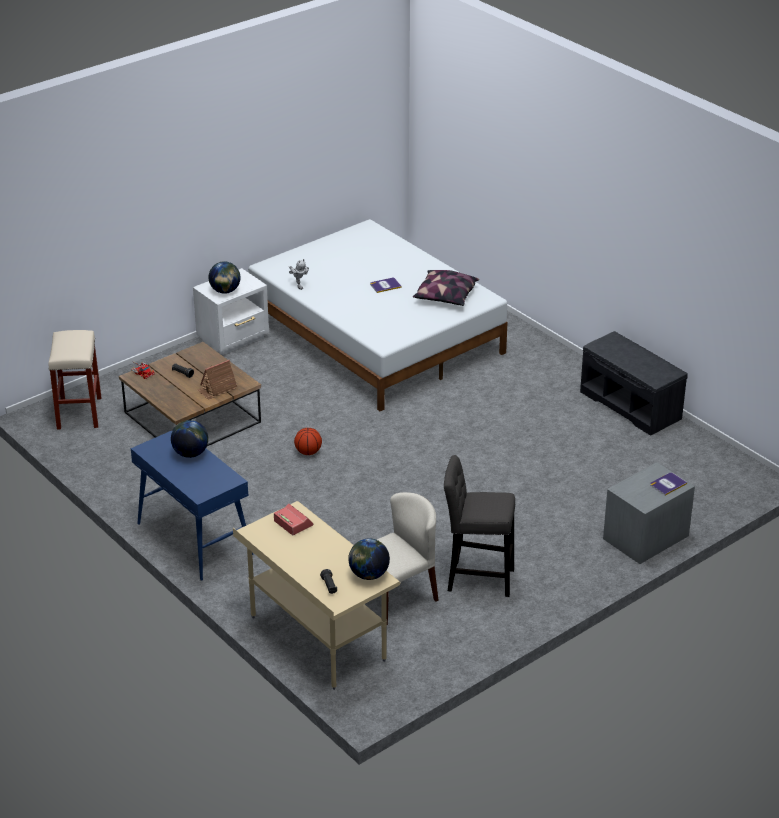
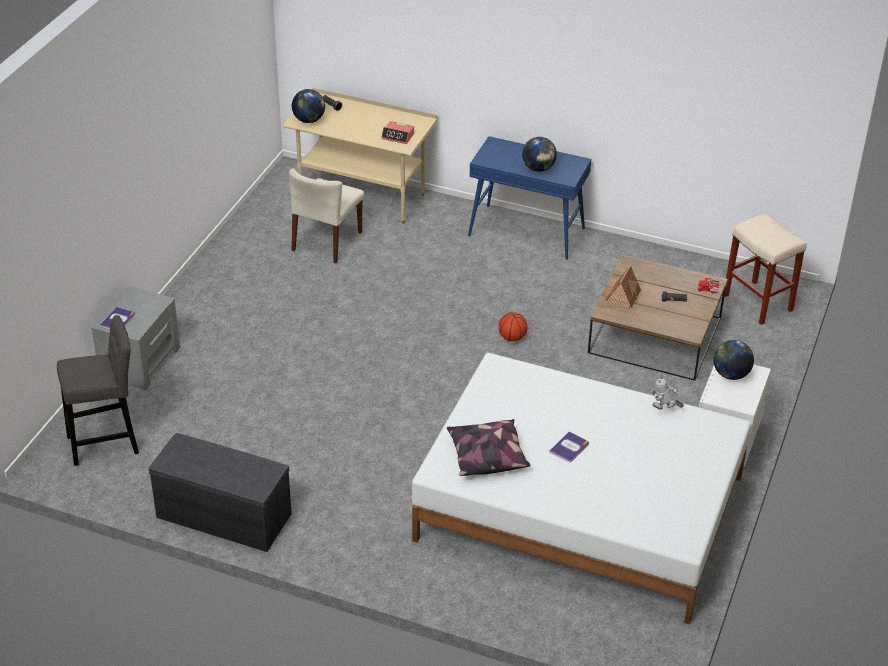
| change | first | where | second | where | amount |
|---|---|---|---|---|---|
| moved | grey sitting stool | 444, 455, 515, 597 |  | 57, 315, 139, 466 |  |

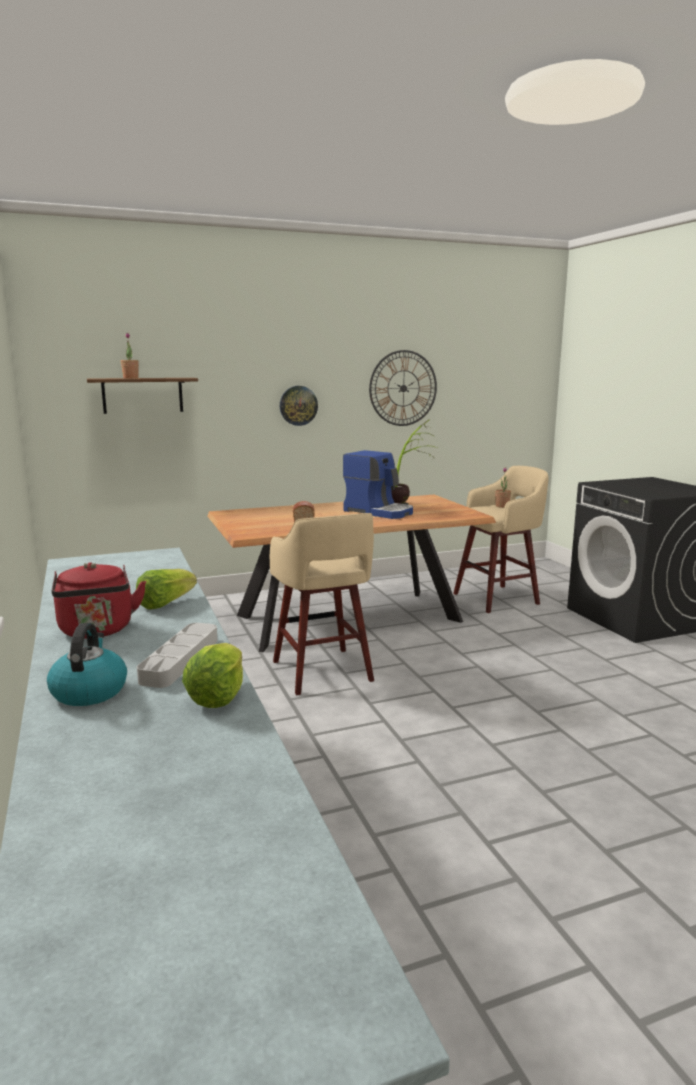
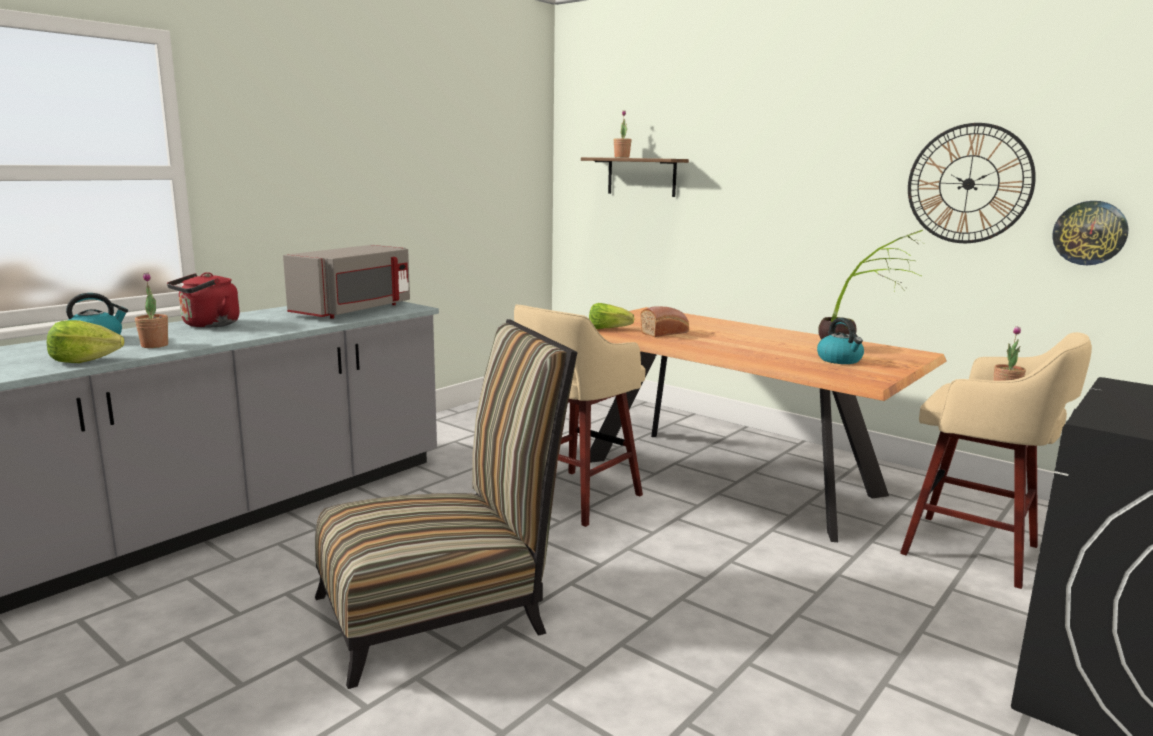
| change | first | where | second | where | amount |
|---|---|---|---|---|---|
| moved | wall clock | 280, 386, 318, 426 |  | 1052, 201, 1129, 265 |  |
| removed | coffee maker | 343, 450, 413, 519 |  |  |  |
| moved | head of lettuce | 136, 569, 197, 609 |  | 589, 303, 634, 329 |  |
| replaced | grey tray | 137, 623, 218, 688 | potted plant | 135, 272, 168, 348 |  |
| added |  |  | grey kitchen microwave | 283, 245, 410, 319 |  |
| added |  |  | tea kettle | 817, 318, 864, 364 |  |
| added |  |  | chair | 315, 319, 577, 689 |  |

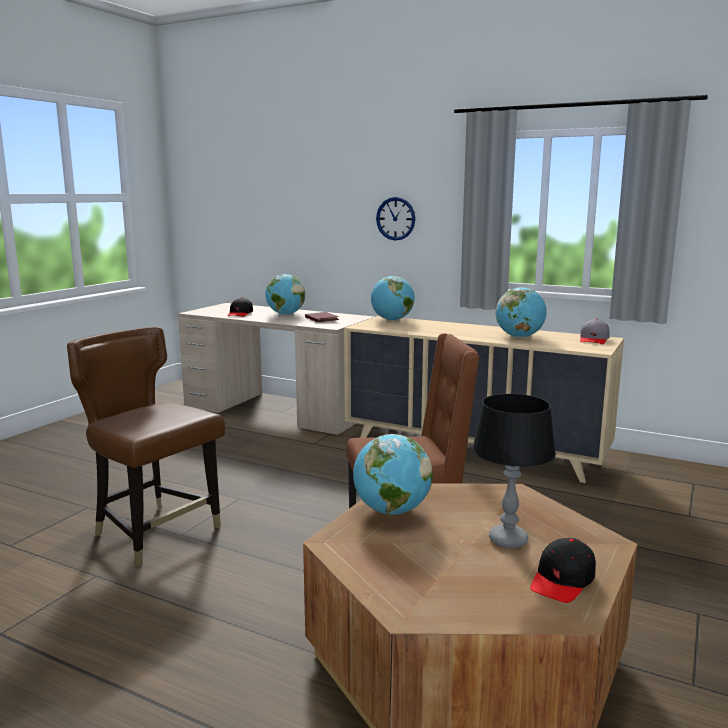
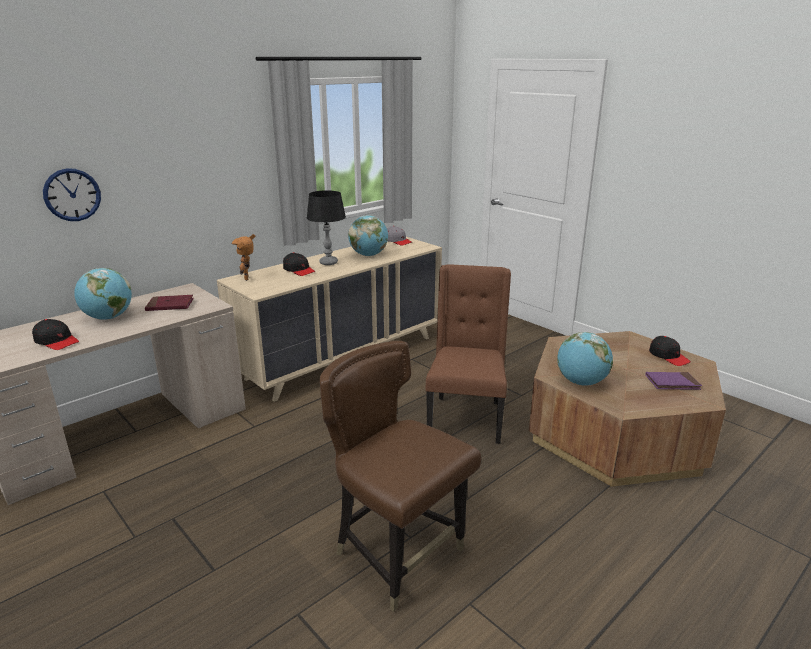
| change | first | where | second | where | amount |
|---|---|---|---|---|---|
| moved | wall clock | 376, 197, 415, 240 |  | 43, 168, 101, 221 |  |
| replaced | globe | 371, 276, 414, 321 | model robot | 231, 234, 256, 281 |  |
| turned | brownish chair | 67, 327, 225, 567 |  | 320, 341, 481, 612 | 75 degrees clockwise |
| moved | blackish lamp for a table | 472, 394, 556, 549 |  | 307, 190, 346, 265 |  |
| added |  |  | blackish baseball cap | 283, 252, 315, 276 |  |
| added |  |  | purple bound book | 645, 372, 702, 390 |  |

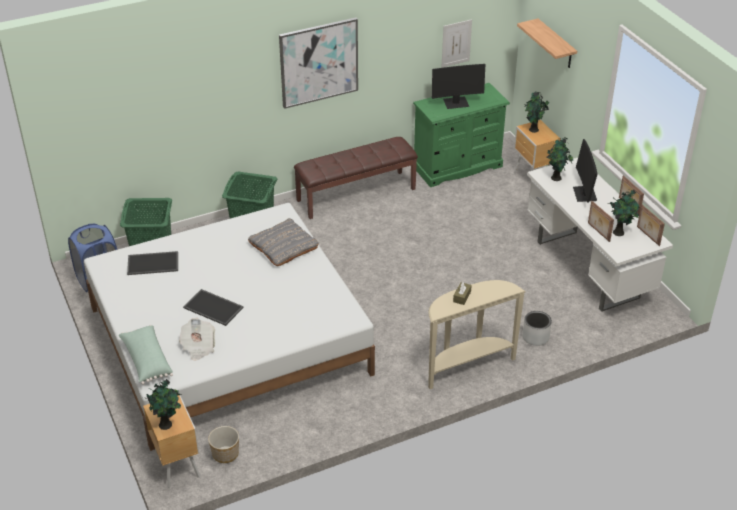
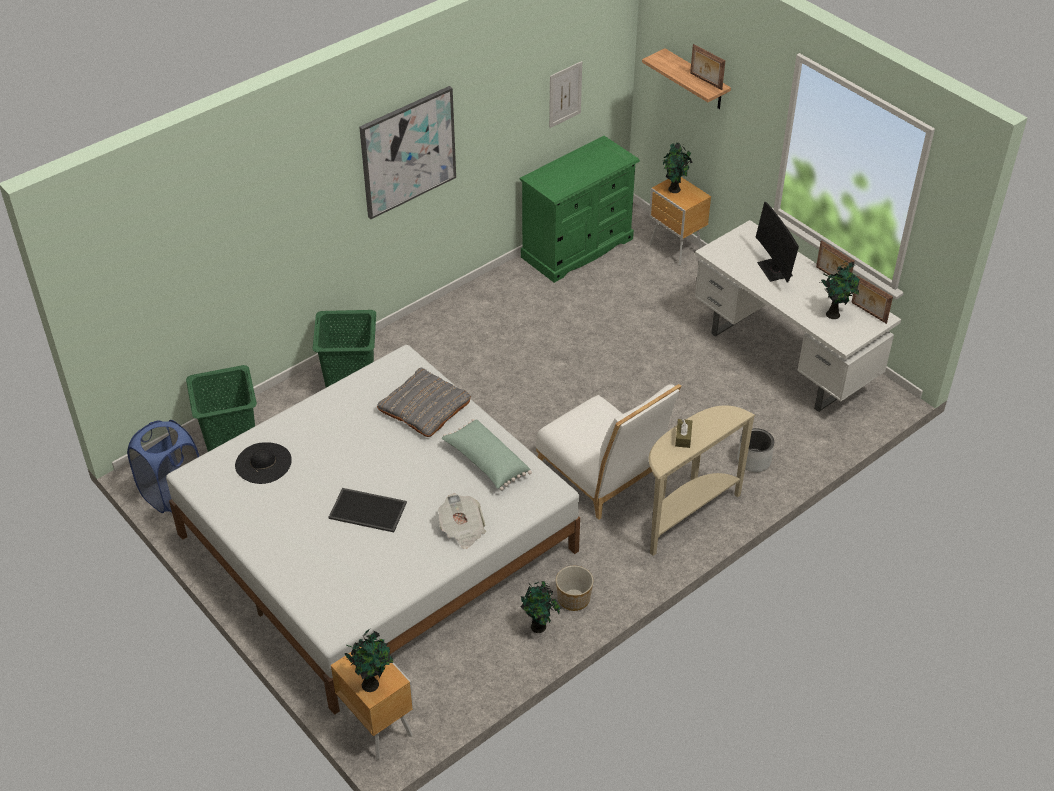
| change | first | where | second | where | amount |
|---|---|---|---|---|---|
| removed | computer display | 432, 64, 485, 109 |  |  |  |
| removed | brownish bench | 294, 137, 418, 219 |  |  |  |
| moved | potted plant | 547, 137, 573, 181 |  | 520, 581, 561, 633 |  |
| moved | picture frame | 588, 201, 614, 242 |  | 690, 44, 726, 90 |  |
| replaced | tray | 127, 251, 178, 275 | blackish wearable hat | 235, 442, 292, 484 |  |
| moved | newspaper | 179, 318, 215, 361 |  | 438, 493, 486, 549 |  |
| moved | greenish pillow | 119, 325, 173, 385 |  | 442, 419, 532, 491 |  |
| moved | plant pot | 208, 426, 239, 463 |  | 556, 566, 593, 611 |  |
| added |  |  | whitish chair | 535, 384, 681, 520 |  |

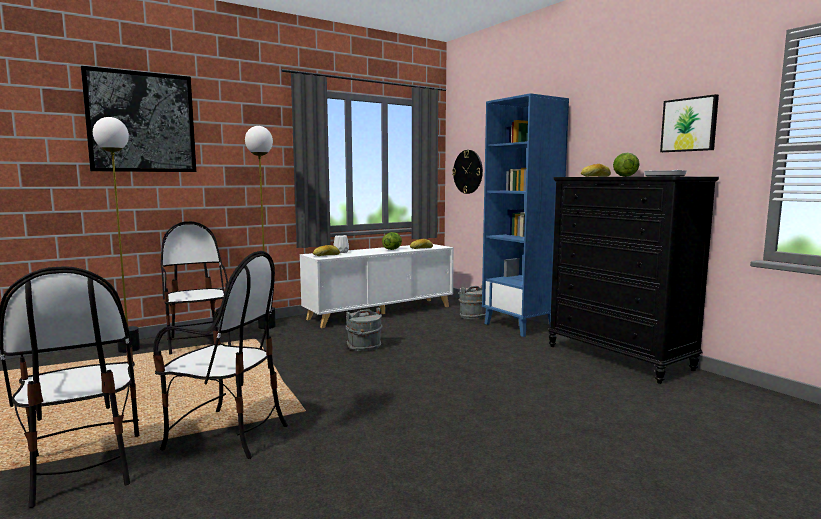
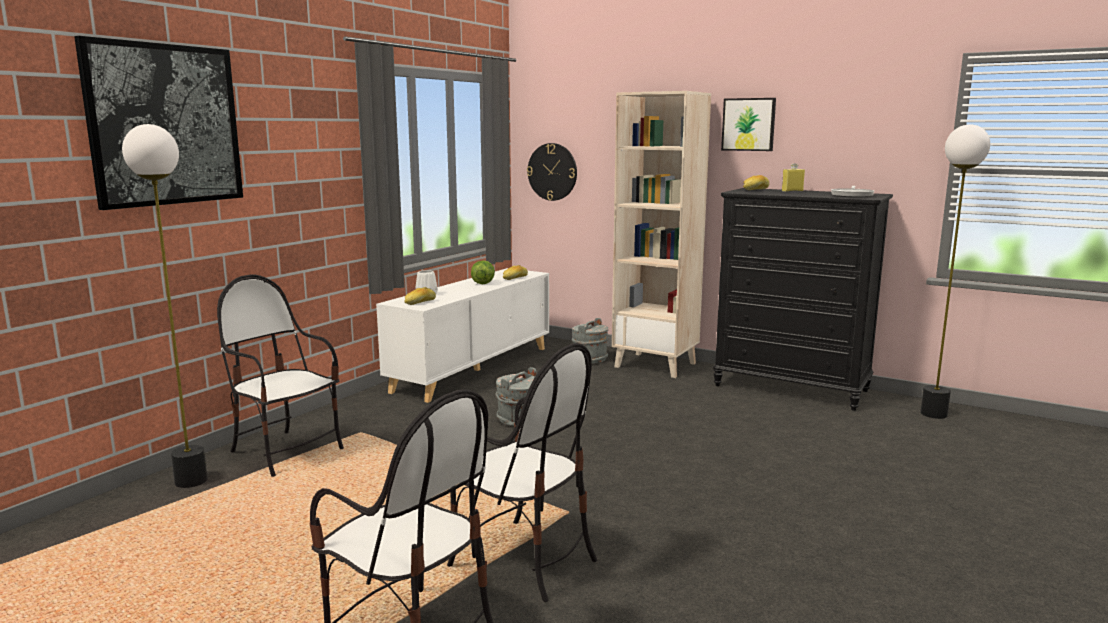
| change | first | where | second | where | amount |
|---|---|---|---|---|---|
| recoloured | blue bookshelf | 482, 93, 569, 337 | sand-coloured bookshelf | 612, 91, 711, 378 |  |
| moved | wall art | 660, 94, 719, 152 |  | 721, 98, 776, 151 |  |
| moved | standard lamp | 245, 126, 276, 329 |  | 920, 124, 990, 419 |  |
| replaced | head of lettuce | 613, 153, 640, 177 | yellowish drink bottle | 782, 163, 805, 192 |  |
| turned | chair | 153, 251, 288, 459 |  | 447, 343, 598, 602 | 45 degrees clockwise |

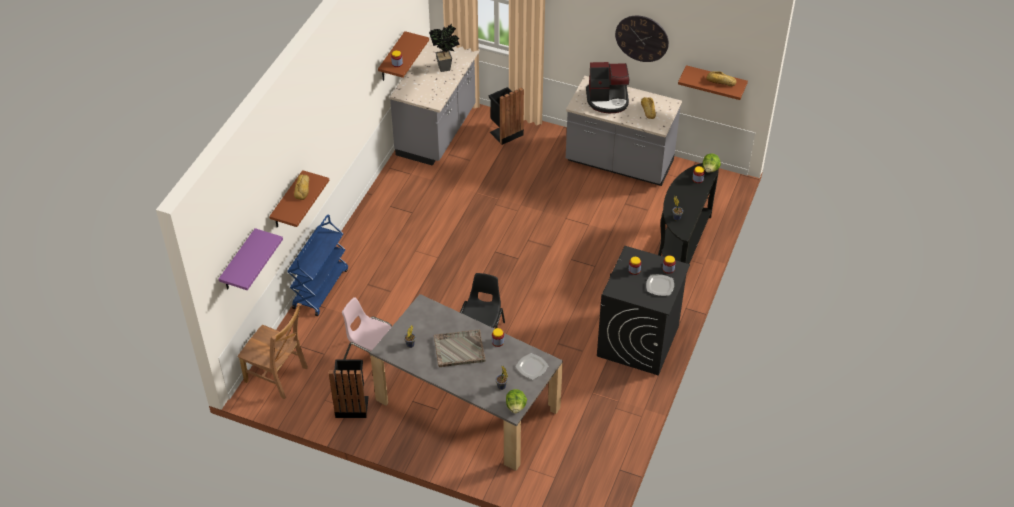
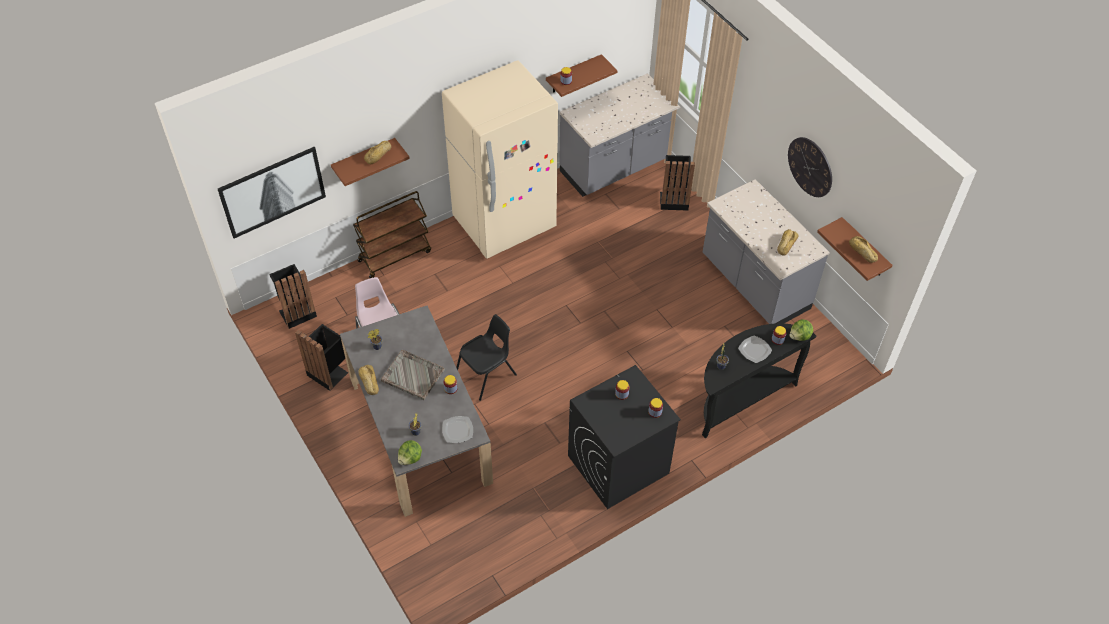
| change | first | where | second | where | amount |
|---|---|---|---|---|---|
| removed | potted plant | 429, 24, 460, 72 |  |  |  |
| removed | coffee maker | 586, 62, 629, 113 |  |  |  |
| recoloured | blue trolley | 287, 215, 348, 317 | brownish trolley | 353, 191, 431, 278 |  |
| replaced | purple shelf | 218, 228, 283, 290 | wall art | 218, 147, 326, 239 |  |
| moved | dinner plate | 646, 274, 674, 296 |  | 738, 335, 772, 363 |  |
| replaced | brownish chair | 237, 303, 308, 399 | blackish trash can | 269, 264, 317, 329 |  |
| added |  |  | sand-coloured kitchen fridge | 442, 60, 558, 259 |  |
| added |  |  | bread | 358, 365, 379, 395 |  |

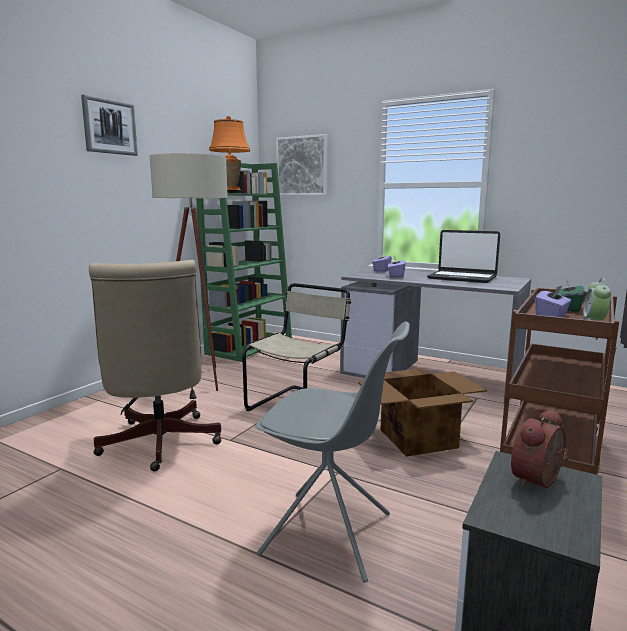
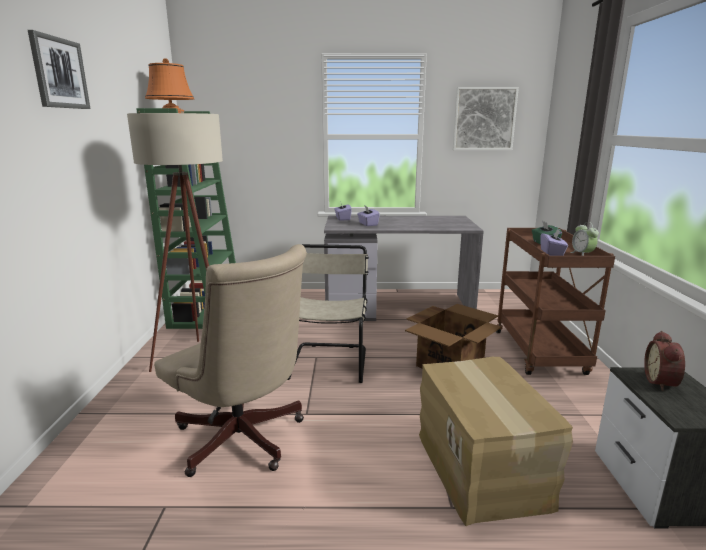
| change | first | where | second | where | amount |
|---|---|---|---|---|---|
| moved | wall art | 276, 134, 327, 196 |  | 453, 87, 519, 150 |  |
| removed | portable computer | 427, 230, 500, 283 |  |  |  |
| replaced | grey chair | 255, 322, 410, 583 | packing box | 419, 357, 573, 526 |  |

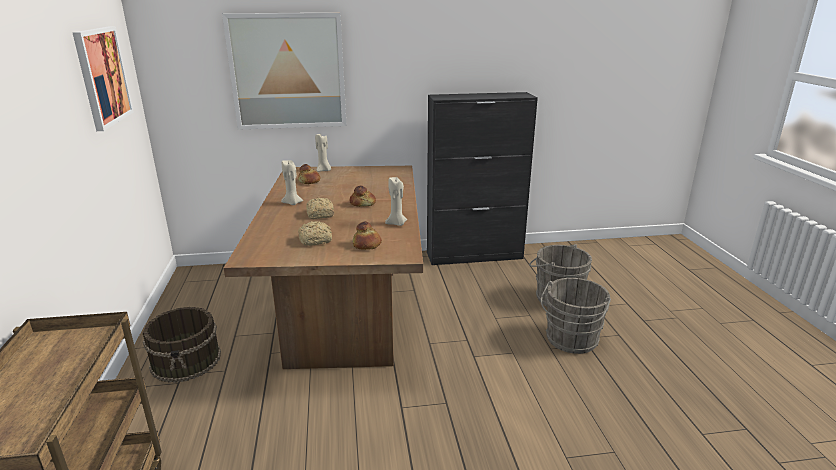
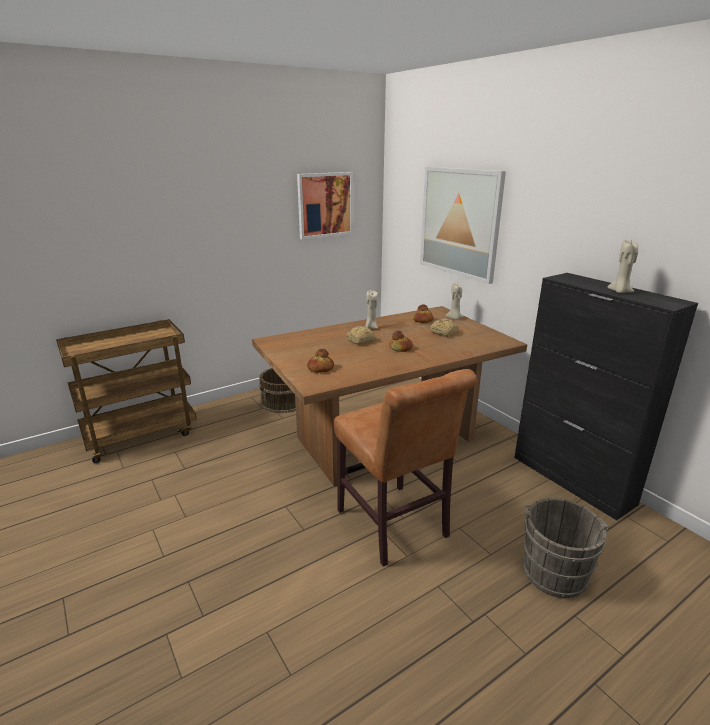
| change | first | where | second | where | amount |
|---|---|---|---|---|---|
| moved | sand-coloured wax light | 385, 177, 407, 226 |  | 608, 240, 638, 293 |  |
| moved | bread | 298, 221, 332, 246 |  | 430, 319, 459, 337 |  |
| removed | grey bucket | 541, 278, 611, 354 |  |  |  |
| added |  |  | brownish chair | 334, 369, 477, 567 |  |

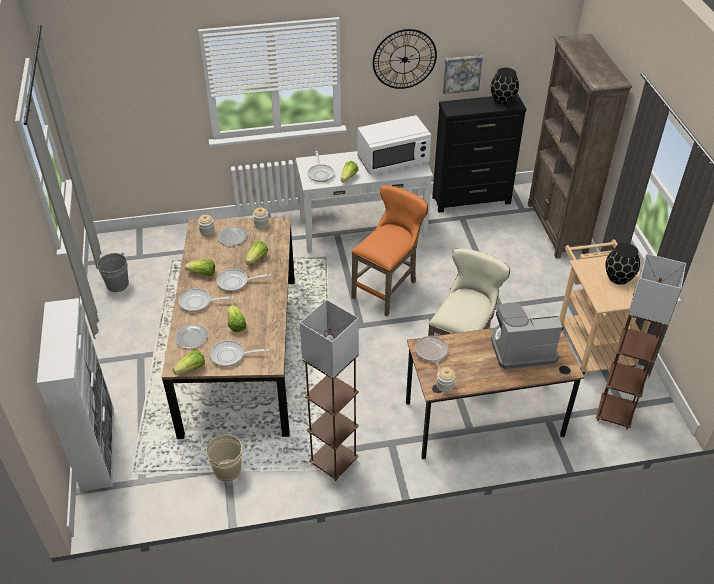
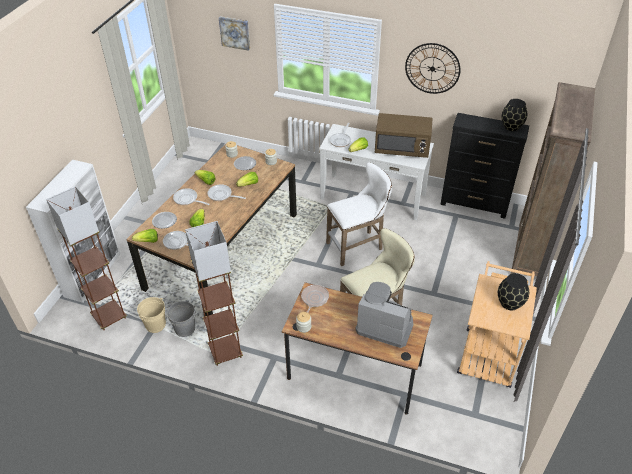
| change | first | where | second | where | amount |
|---|---|---|---|---|---|
| moved | wall art | 443, 55, 483, 94 |  | 219, 16, 250, 51 |  |
| recoloured | whitish kitchen microwave | 358, 115, 431, 175 | brownish kitchen microwave | 375, 113, 433, 158 |  |
| recoloured | orangey sitting stool | 352, 185, 428, 317 | whitish sitting stool | 326, 162, 392, 266 |  |
| moved | grey bucket | 97, 253, 129, 292 |  | 166, 301, 196, 337 |  |
| moved | brownish standard lamp | 596, 254, 686, 430 |  | 46, 186, 127, 330 |  |

